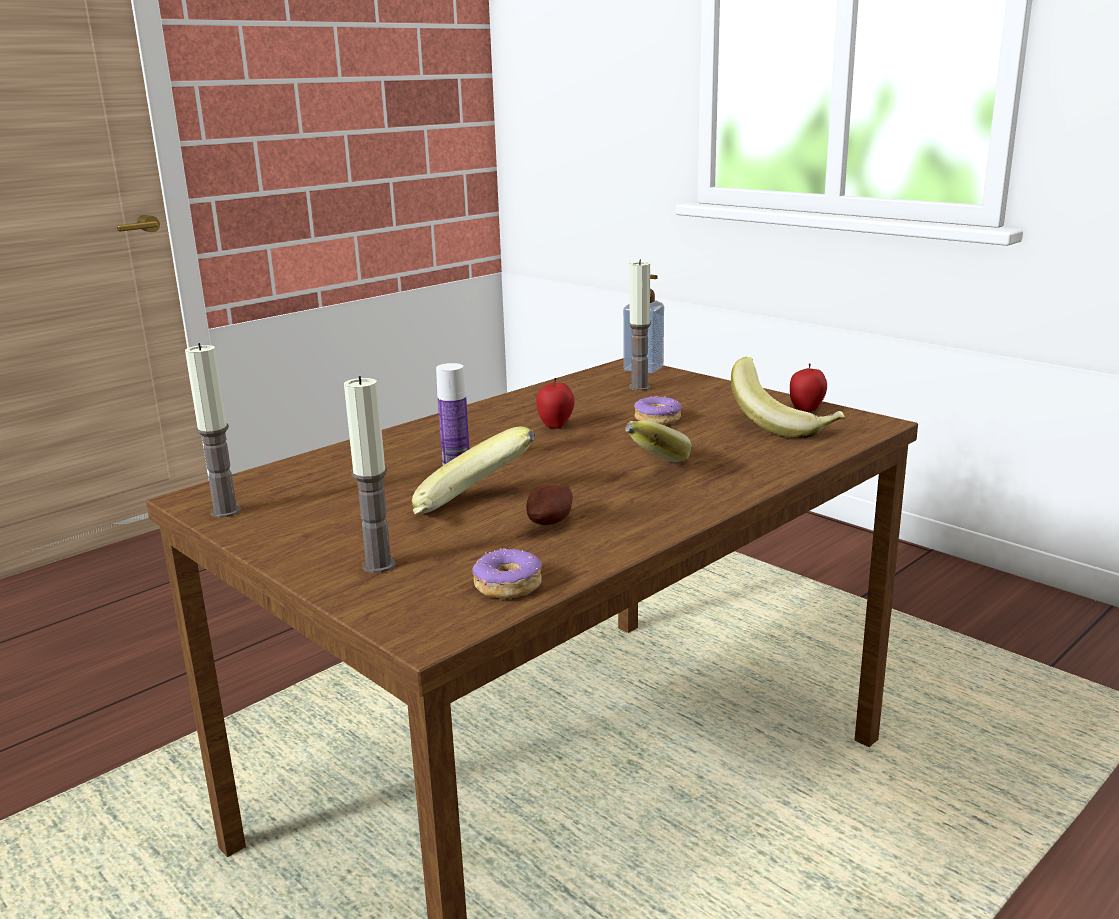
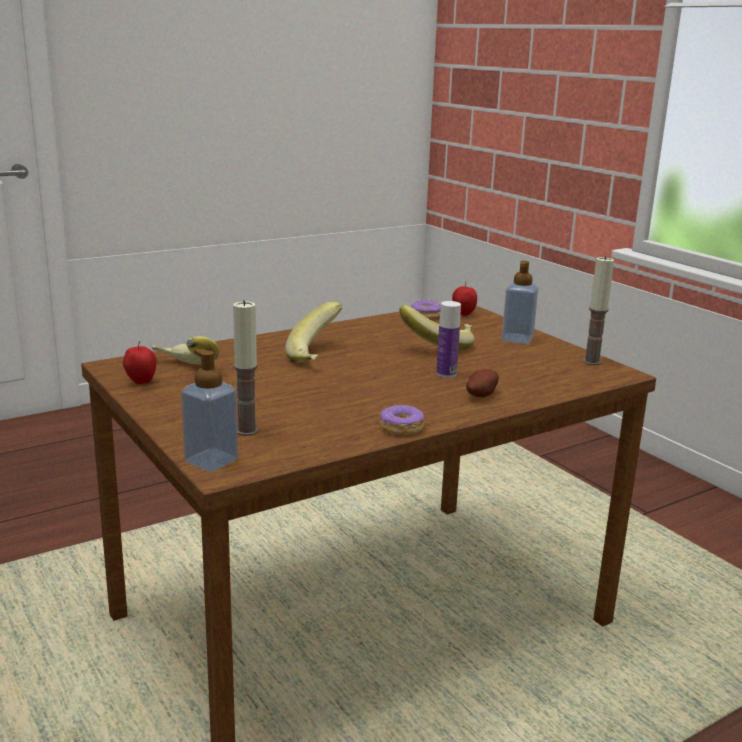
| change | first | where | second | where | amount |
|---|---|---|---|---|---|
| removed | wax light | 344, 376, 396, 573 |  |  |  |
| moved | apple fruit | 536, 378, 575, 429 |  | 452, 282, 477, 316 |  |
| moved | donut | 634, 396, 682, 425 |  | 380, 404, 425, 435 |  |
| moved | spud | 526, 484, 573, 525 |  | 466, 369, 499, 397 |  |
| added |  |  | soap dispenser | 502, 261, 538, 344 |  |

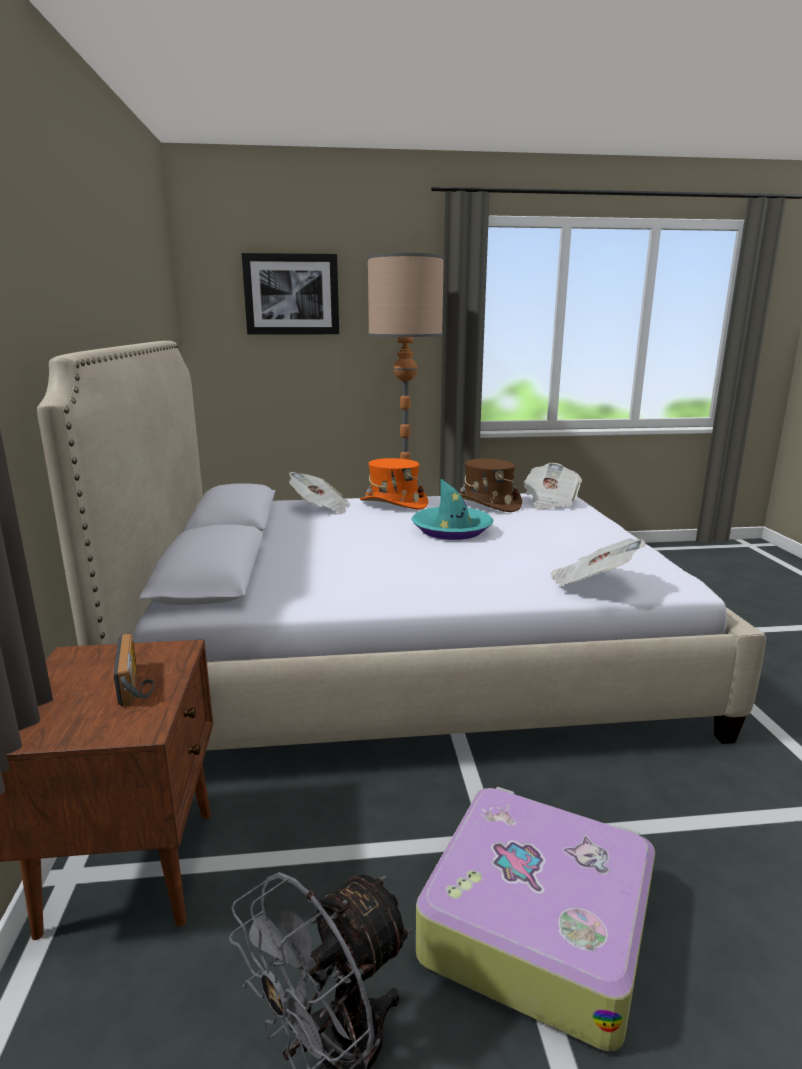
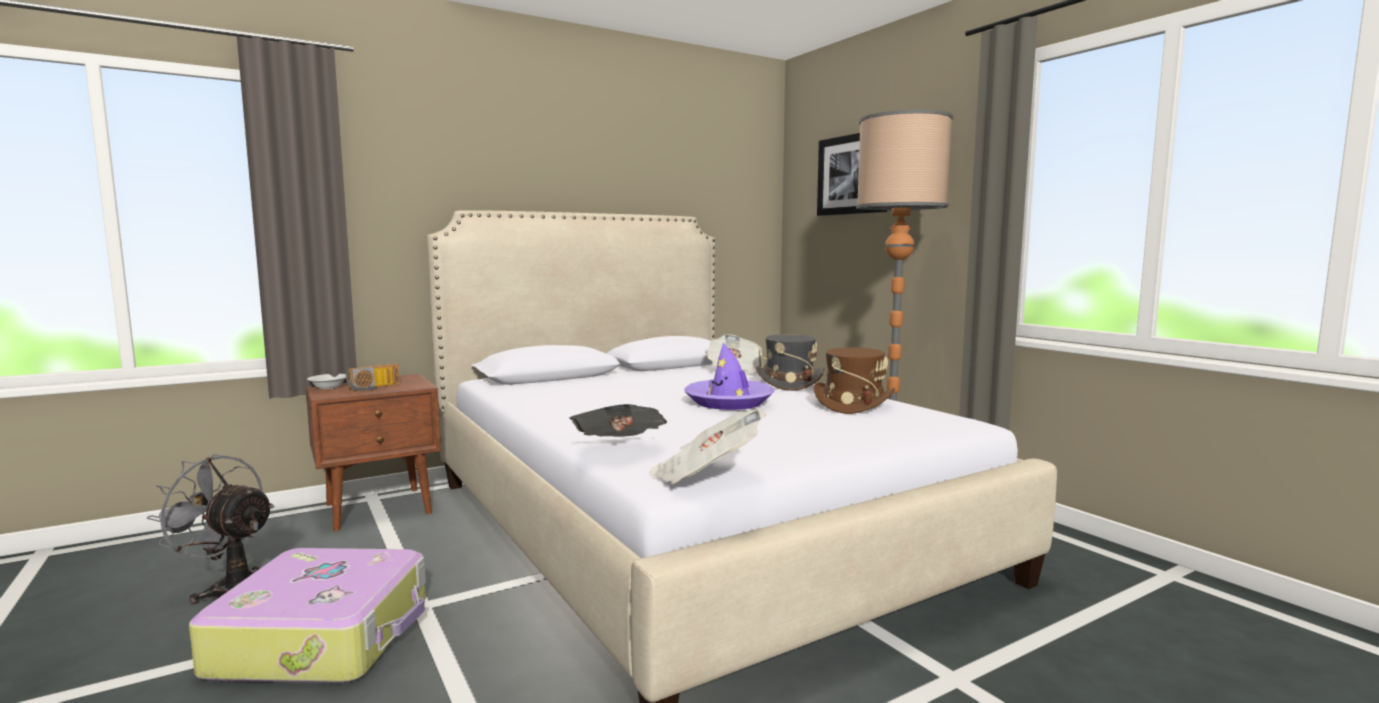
| change | first | where | second | where | amount |
|---|---|---|---|---|---|
| recoloured | orangey wearable hat | 360, 458, 428, 509 | grey wearable hat | 755, 334, 824, 391 |  |
| moved | newspaper | 523, 463, 582, 509 |  | 650, 409, 766, 484 |  |
| recoloured | turquoise-coloured wearable hat | 411, 479, 494, 540 | purple wearable hat | 684, 343, 775, 410 |  |
| added |  |  | whitish deep dish | 307, 374, 346, 389 |  |

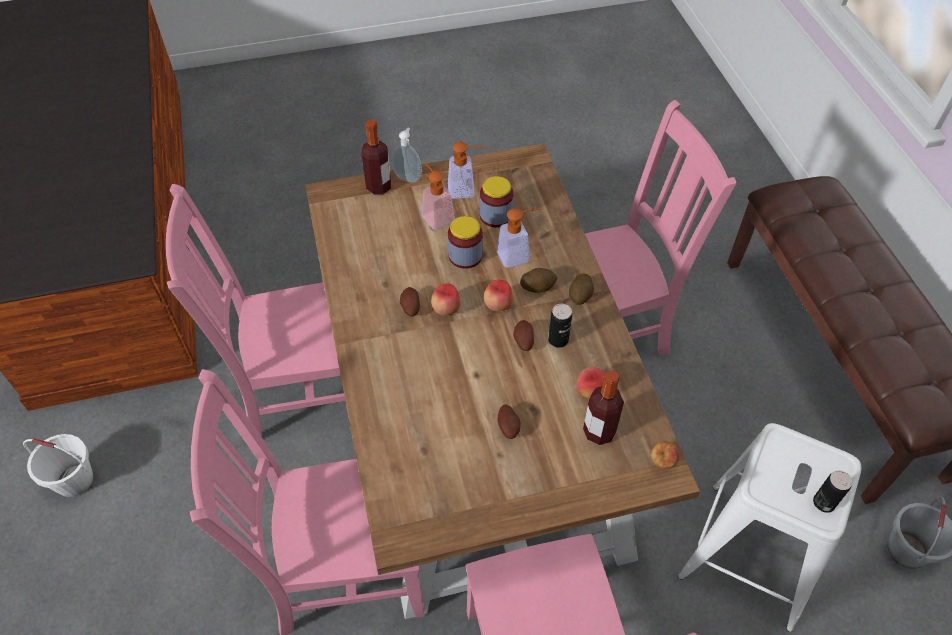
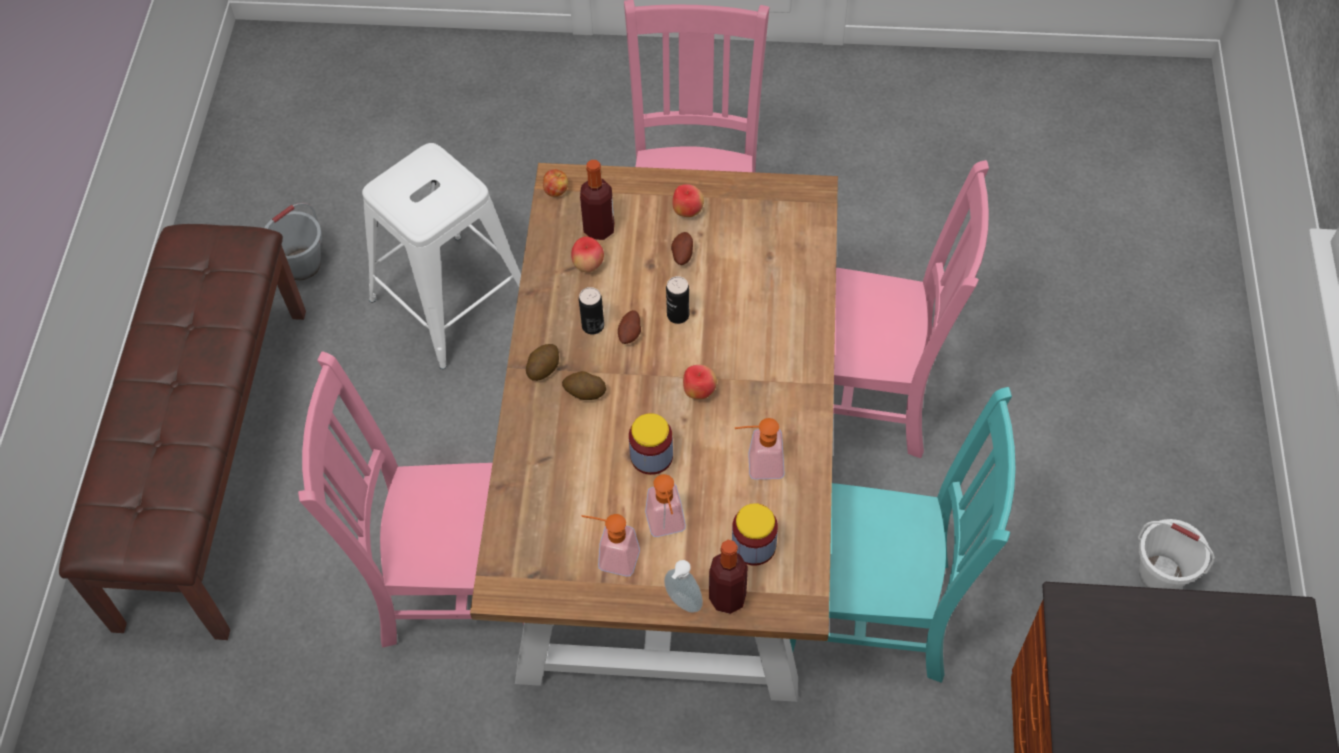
| change | first | where | second | where | amount |
|---|---|---|---|---|---|
| moved | preserve jar | 480, 176, 514, 228 |  | 732, 503, 778, 566 |  |
| recoloured | pink-coloured chair | 166, 184, 345, 437 | turquoise-coloured chair | 790, 387, 1016, 683 |  |
| moved | soap dispenser | 497, 208, 541, 268 |  | 734, 418, 785, 479 |  |
| moved | apple fruit | 484, 280, 513, 311 |  | 672, 184, 704, 217 |  |
| removed | spud | 400, 287, 420, 316 |  |  |  |
| moved | can | 813, 470, 852, 513 |  | 666, 276, 689, 324 |  |

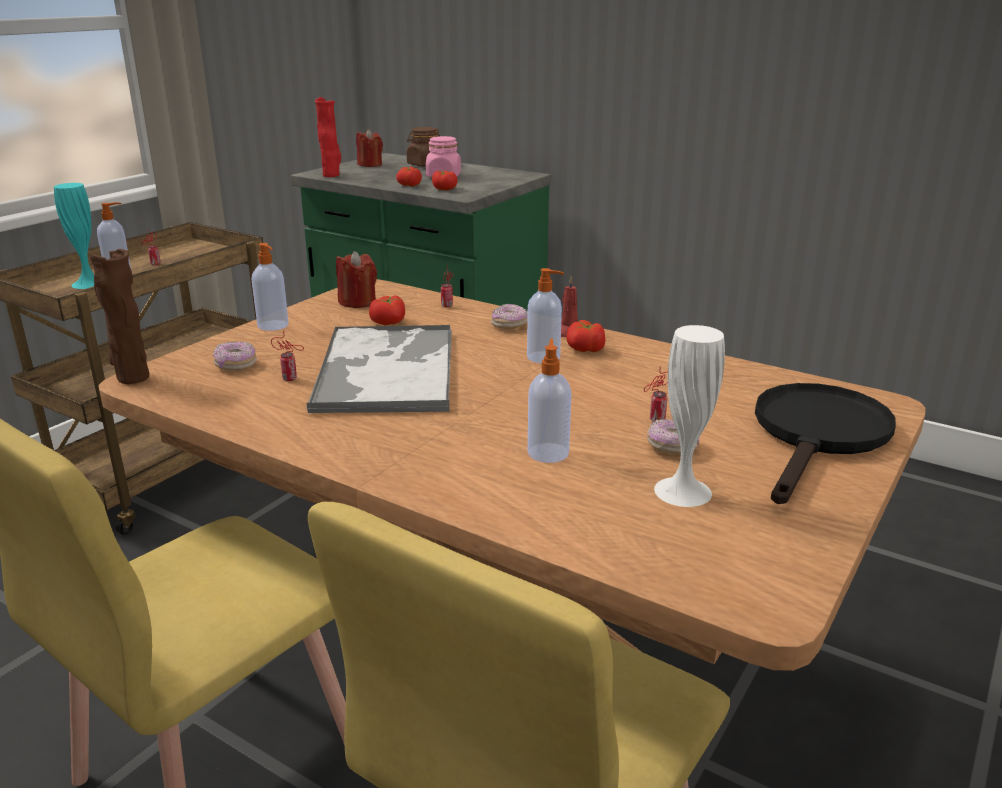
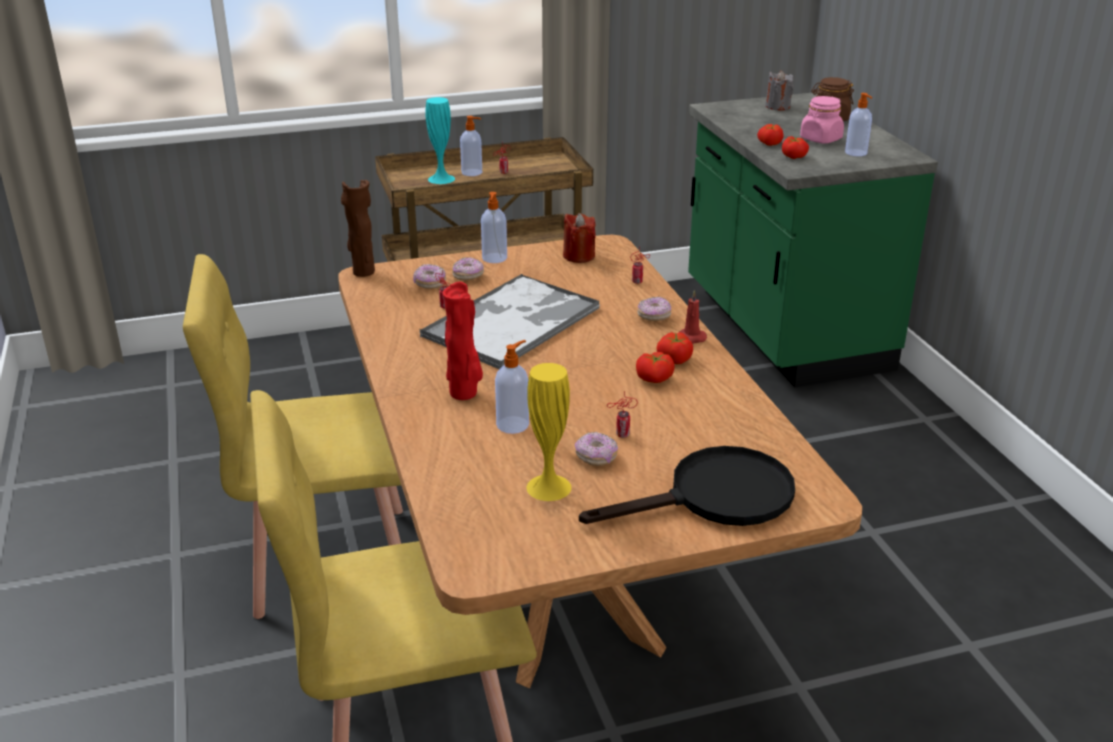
| change | first | where | second | where | amount |
|---|---|---|---|---|---|
| moved | red-coloured decorative vase | 315, 97, 341, 177 |  | 443, 282, 483, 400 |  |
| recoloured | red-coloured wax light | 356, 129, 383, 167 | grey wax light | 765, 70, 794, 110 |  |
| moved | soap dispenser | 527, 268, 564, 364 |  | 845, 93, 872, 156 |  |
| moved | tomato | 369, 295, 405, 325 |  | 636, 352, 675, 383 |  |
| recoloured | whitish decorative vase | 654, 325, 725, 507 | yellowish decorative vase | 527, 363, 571, 501 |  |
| added |  |  | donut | 452, 257, 484, 281 |  |

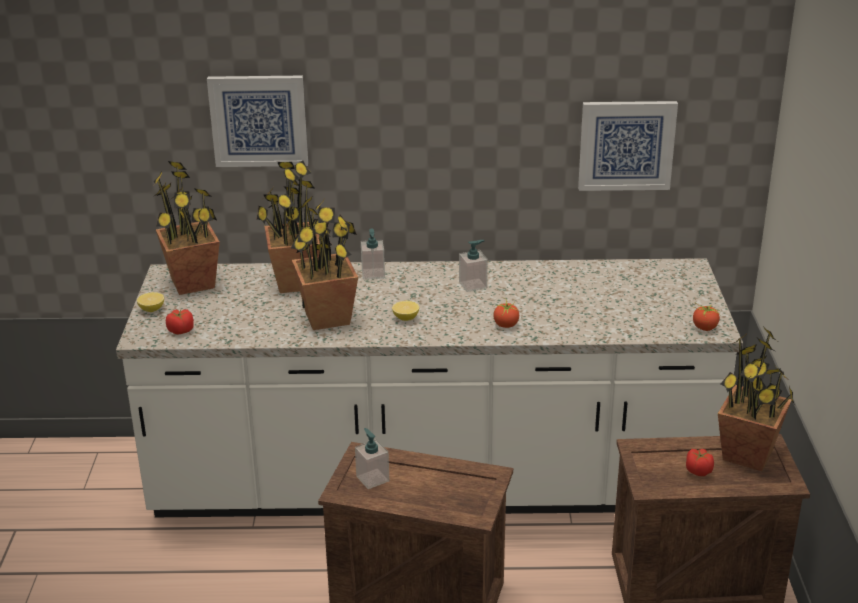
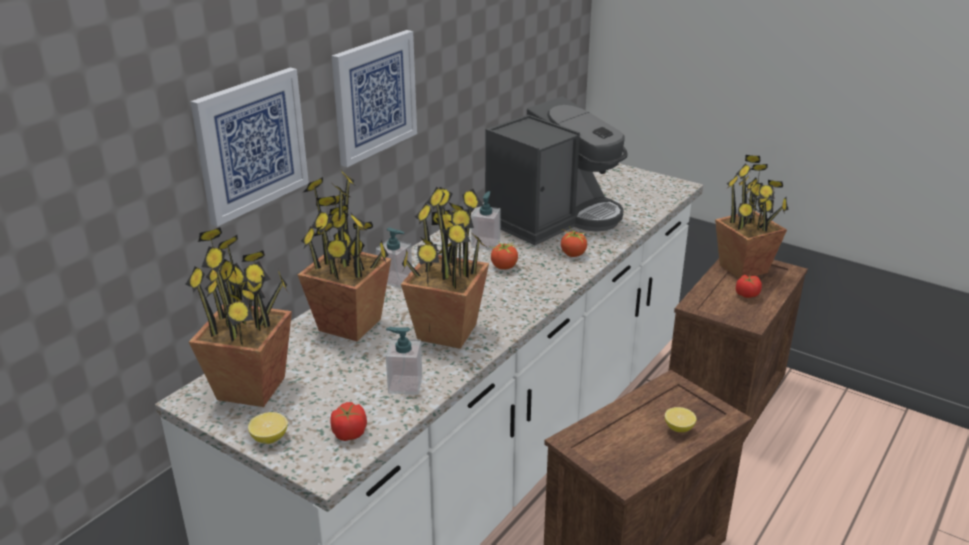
| change | first | where | second | where | amount |
|---|---|---|---|---|---|
| moved | wall art | 578, 101, 678, 191 |  | 332, 30, 417, 167 |  |
| moved | lemon | 392, 301, 419, 321 |  | 665, 407, 696, 432 |  |
| moved | tomato | 693, 303, 721, 331 |  | 489, 242, 518, 269 |  |
| moved | soap dispenser | 355, 428, 389, 489 |  | 386, 327, 422, 395 |  |
| added |  |  | coffee maker | 485, 96, 628, 245 |  |

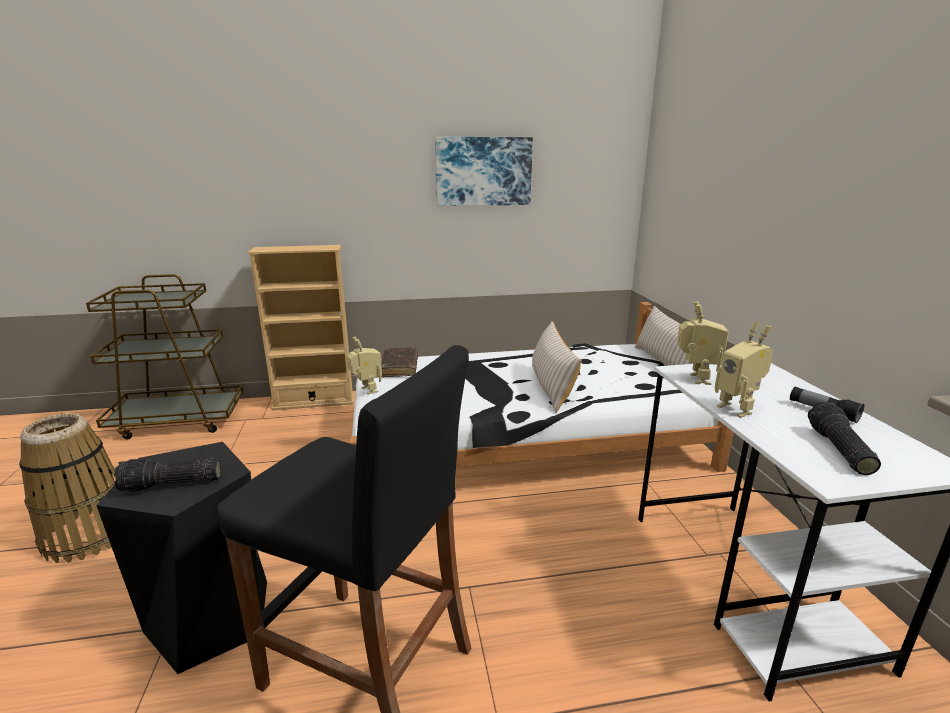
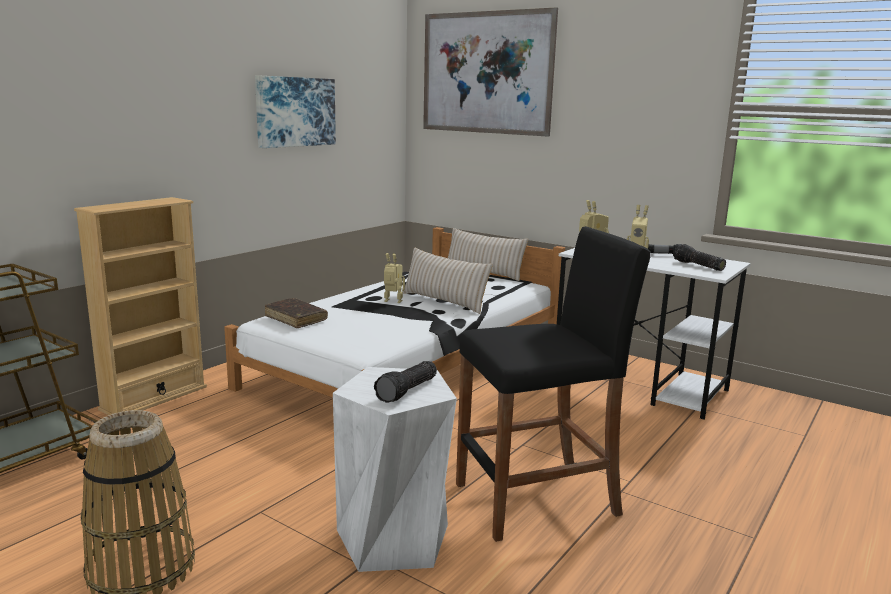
| change | first | where | second | where | amount |
|---|---|---|---|---|---|
| moved | model robot | 347, 337, 382, 395 |  | 384, 253, 405, 303 |  |
| recoloured | blackish sitting stool | 96, 442, 267, 674 | whitish sitting stool | 333, 367, 457, 572 |  |
| added |  |  | wall art | 423, 7, 558, 137 |  |

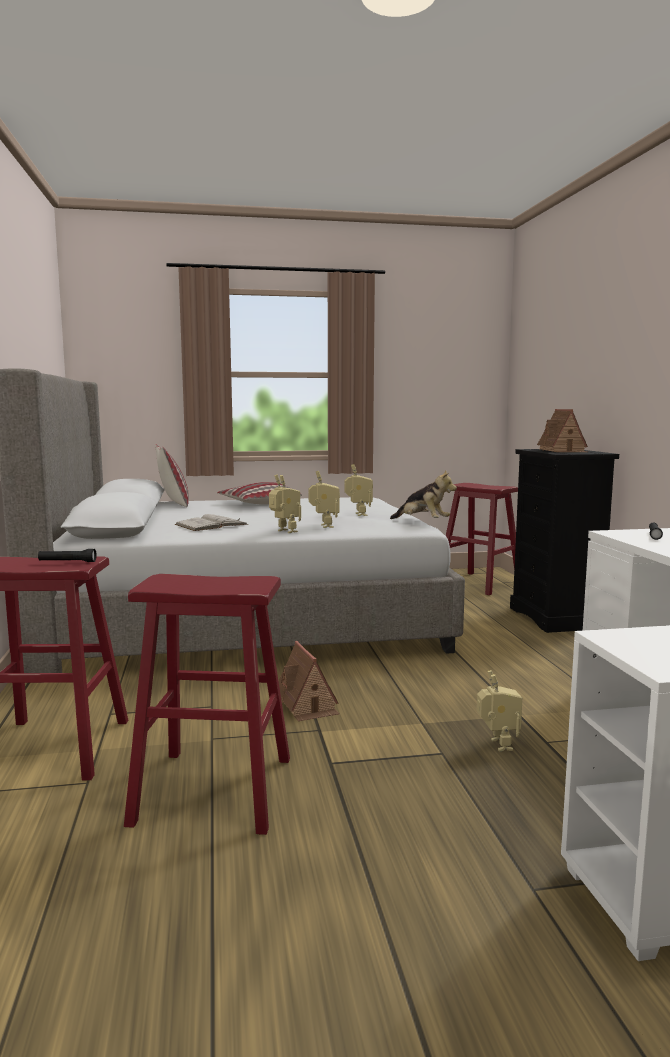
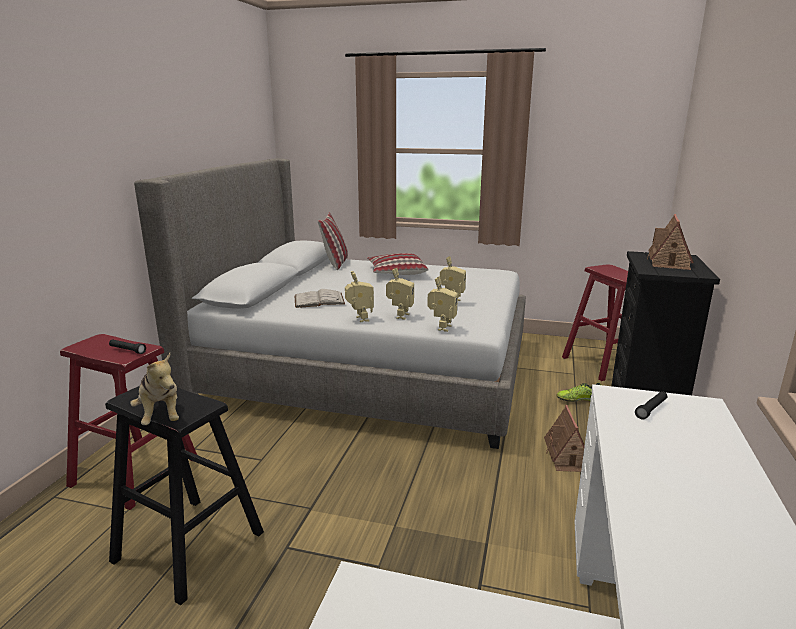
| change | first | where | second | where | amount |
|---|---|---|---|---|---|
| moved | cuddly toy | 390, 470, 457, 519 |  | 130, 353, 179, 425 |  |
| recoloured | red-coloured sitting stool | 124, 574, 290, 835 | blackish sitting stool | 105, 386, 264, 605 |  |
| moved | toy house | 279, 641, 340, 721 |  | 544, 405, 585, 472 |  |
| moved | model robot | 476, 670, 522, 751 |  | 427, 277, 458, 332 |  |
| added |  |  | shoe | 556, 383, 601, 402 |  |

